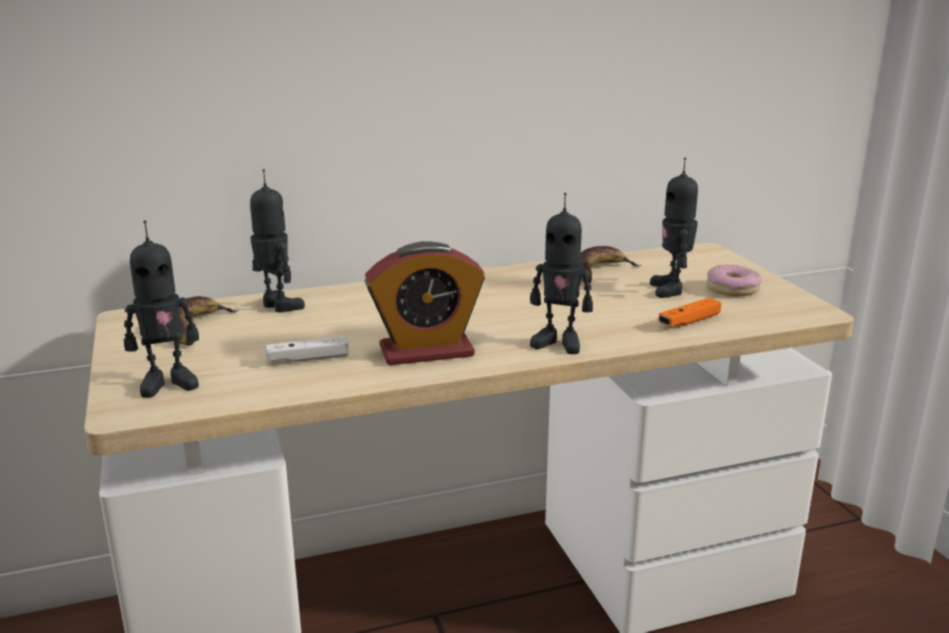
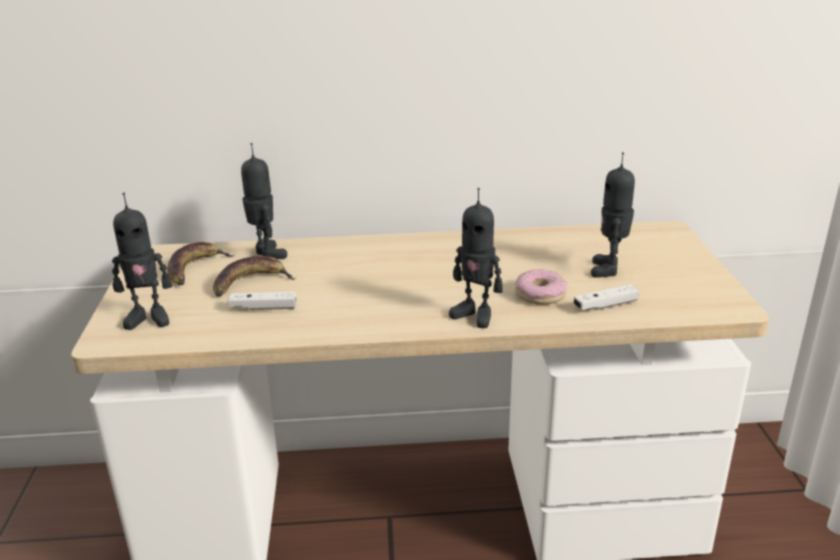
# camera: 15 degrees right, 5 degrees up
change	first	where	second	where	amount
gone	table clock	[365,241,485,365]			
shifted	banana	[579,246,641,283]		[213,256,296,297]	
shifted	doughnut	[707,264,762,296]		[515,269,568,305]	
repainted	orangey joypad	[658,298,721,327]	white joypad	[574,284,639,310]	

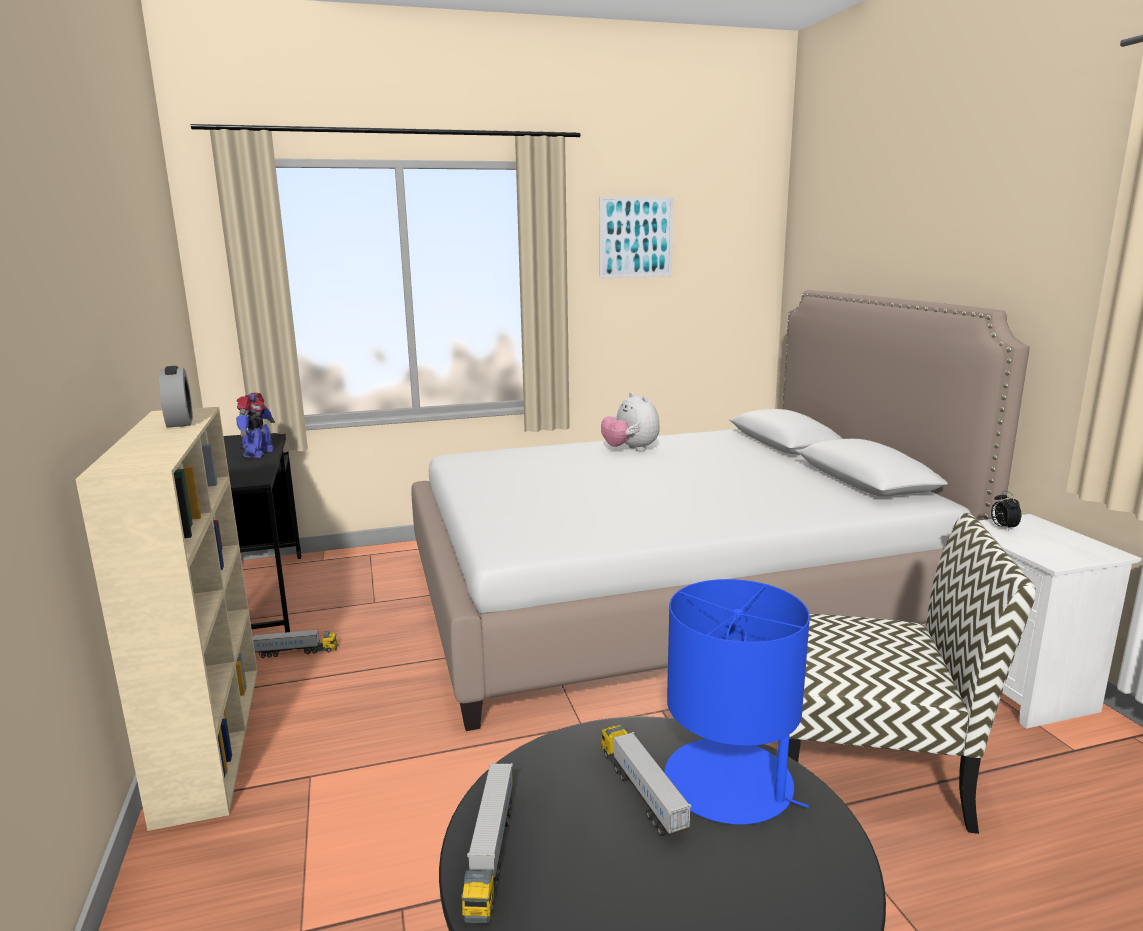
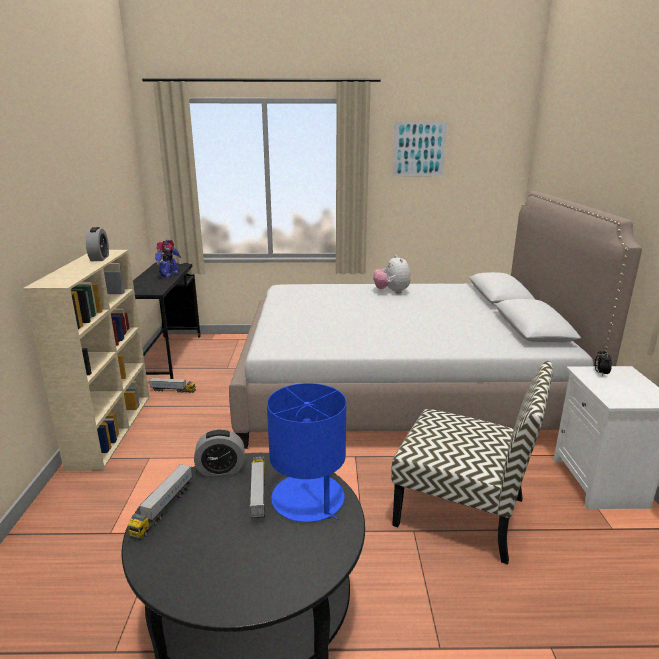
# camera: 15 degrees right, 5 degrees up
change	first	where	second	where	amount
new			table clock	[194,429,244,476]	

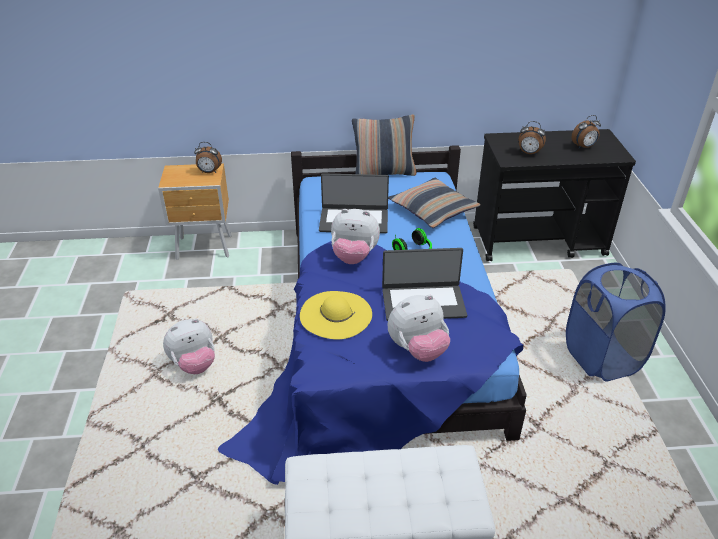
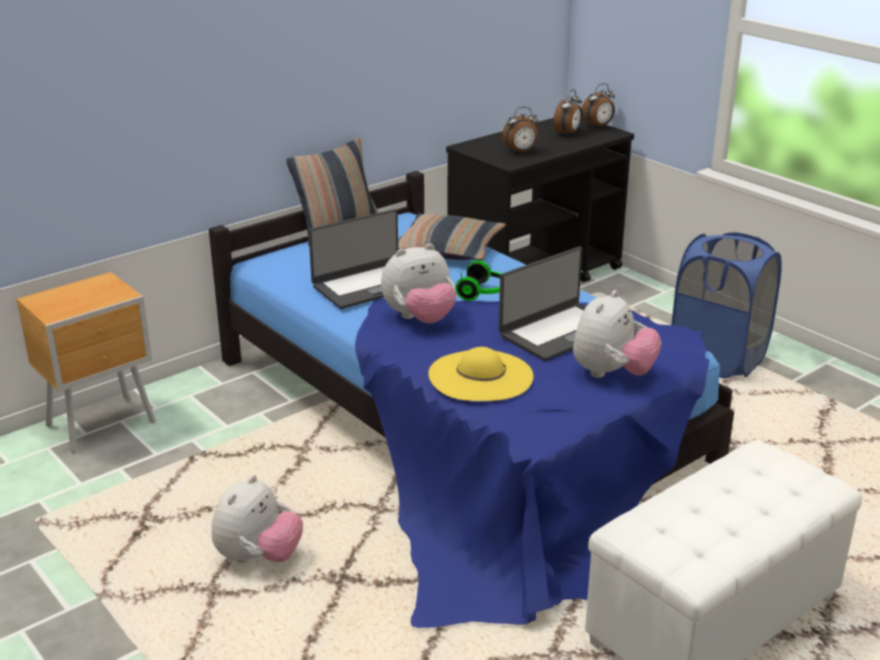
# camera: 35 degrees left, 10 degrees down
change	first	where	second	where	amount
shifted	table clock	[194,142,222,173]		[582,83,615,128]	

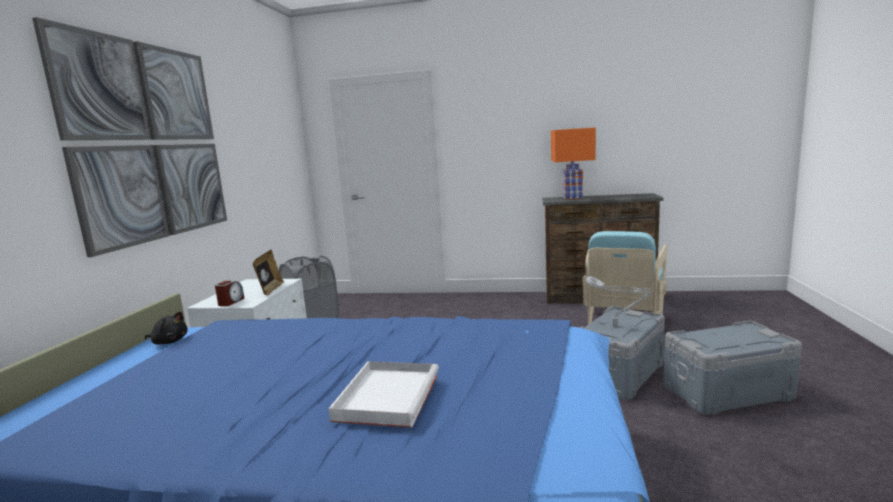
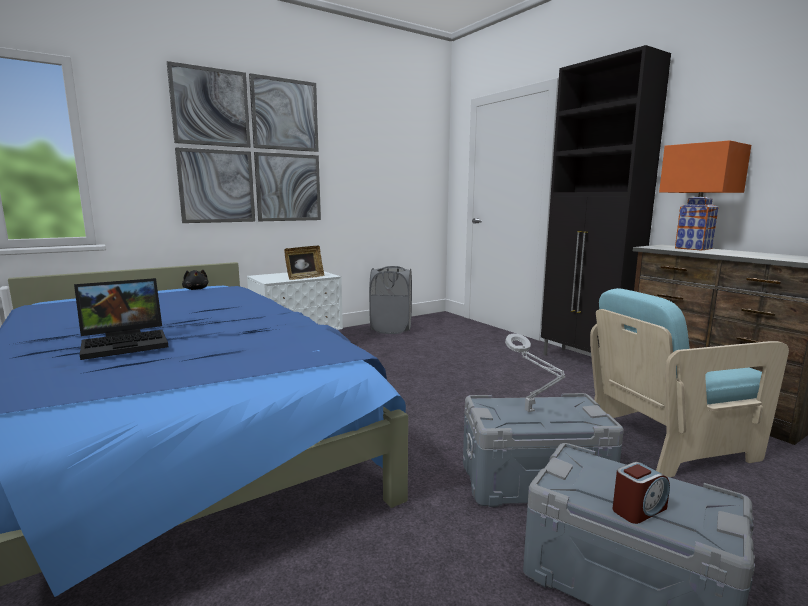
# camera: 45 degrees right, 0 degrees up
change	first	where	second	where	amount
shifted	table clock	[215,281,245,306]		[613,462,670,524]	
swapped	white serving tray	[329,361,439,427]	laptop	[74,278,168,360]	
new			black-coloured cabinet	[541,45,671,355]	

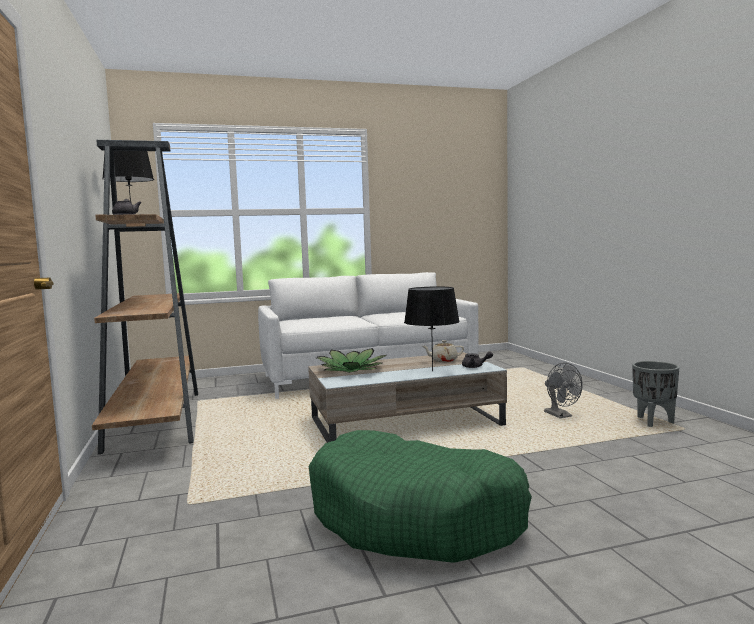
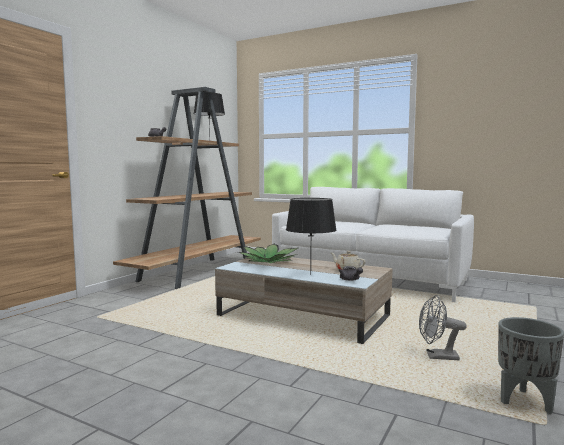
# camera: 45 degrees right, 0 degrees up
change	first	where	second	where	amount
rotated	grey fan	[544,363,582,418]		[419,295,467,360]	75 degrees clockwise
gone	green-coloured pet bed	[309,430,532,562]			

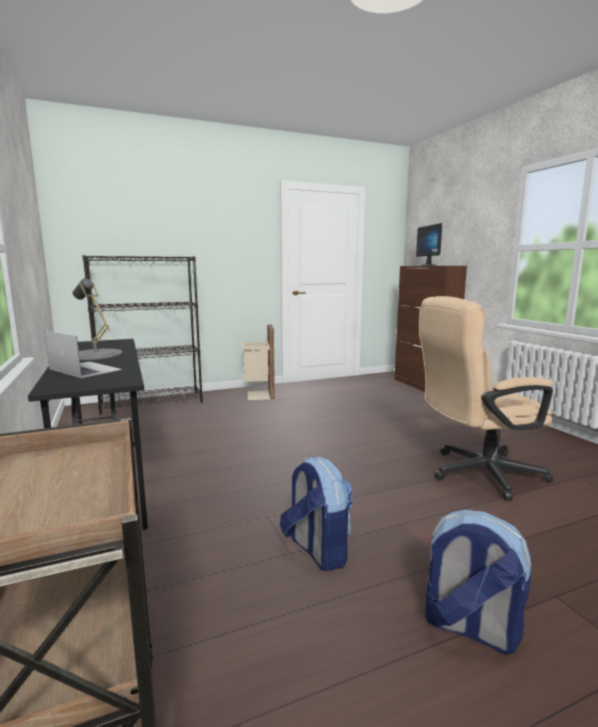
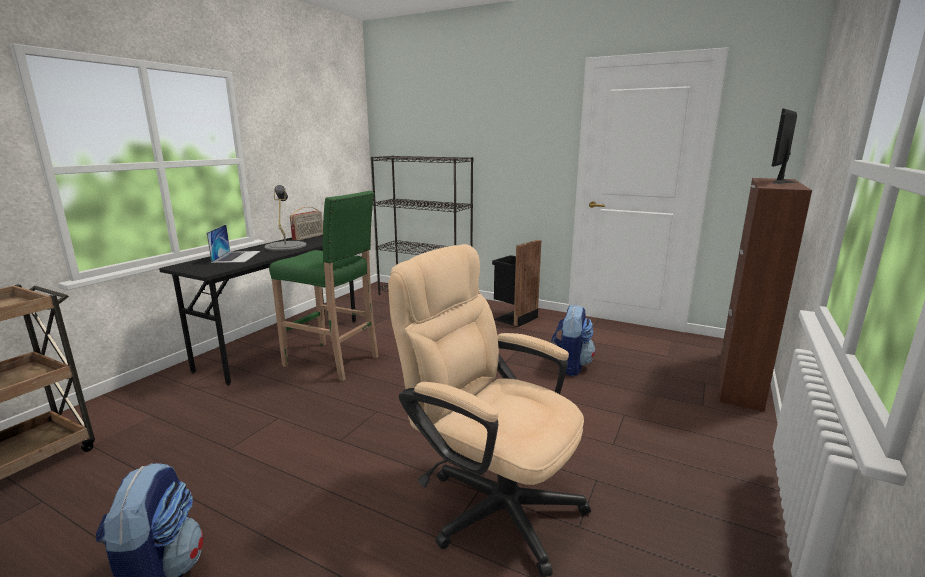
# camera: 50 degrees right, 5 degrees up
change	first	where	second	where	amount
repainted	sand-coloured waste bin	[242,324,275,400]	black-coloured waste bin	[492,240,541,327]	
shifted	knapsack	[280,456,353,571]		[551,304,595,376]	
new			green-coloured sitting stool	[269,191,379,381]	
new			radio set	[290,207,323,241]	

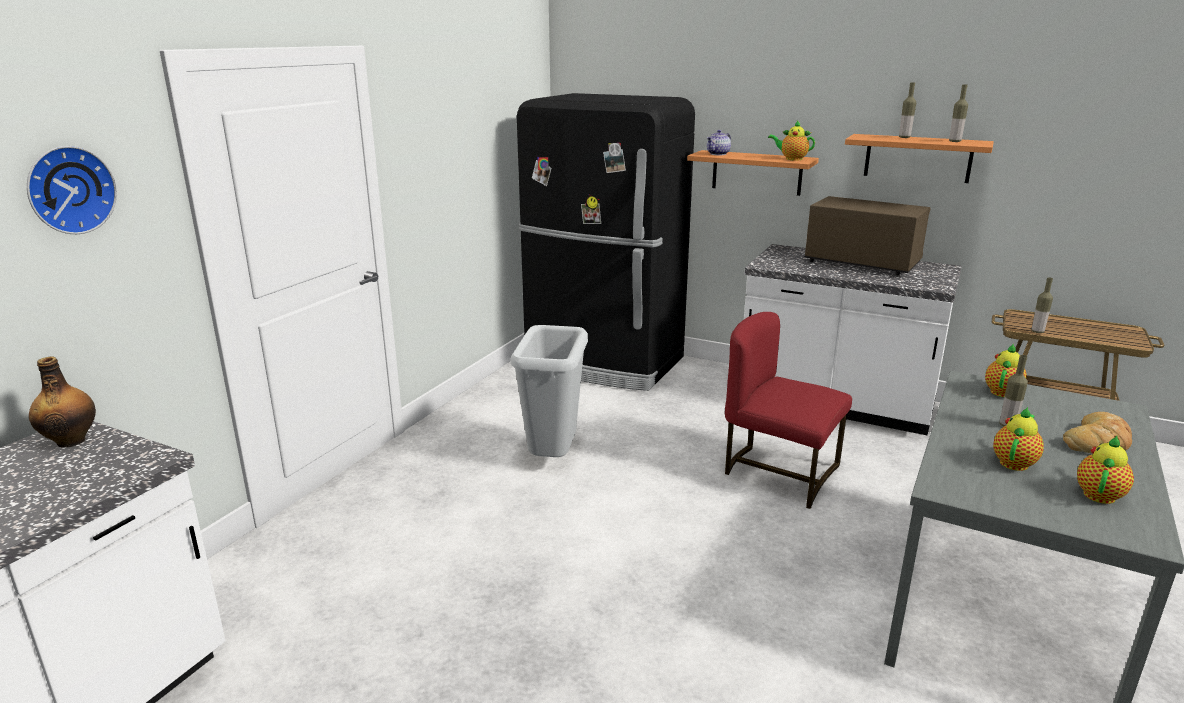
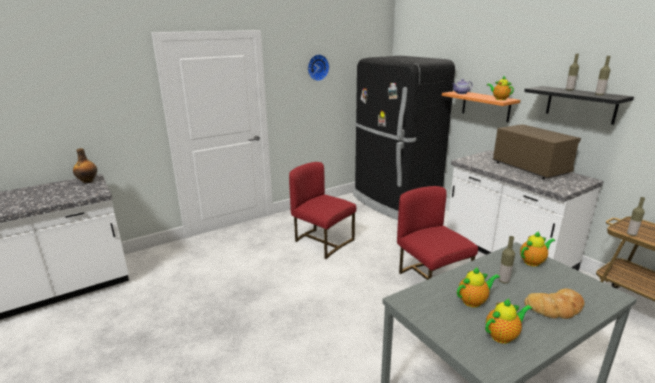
# camera: 30 degrees right, 0 degrees up
change	first	where	second	where	amount
repainted	orangey shelf	[845,134,994,183]	black-coloured shelf	[524,86,634,125]	
shifted	hanging clock	[27,146,117,234]		[308,54,329,81]	
swapped	grey waste bin	[511,325,588,457]	red plain chair	[289,162,356,259]	

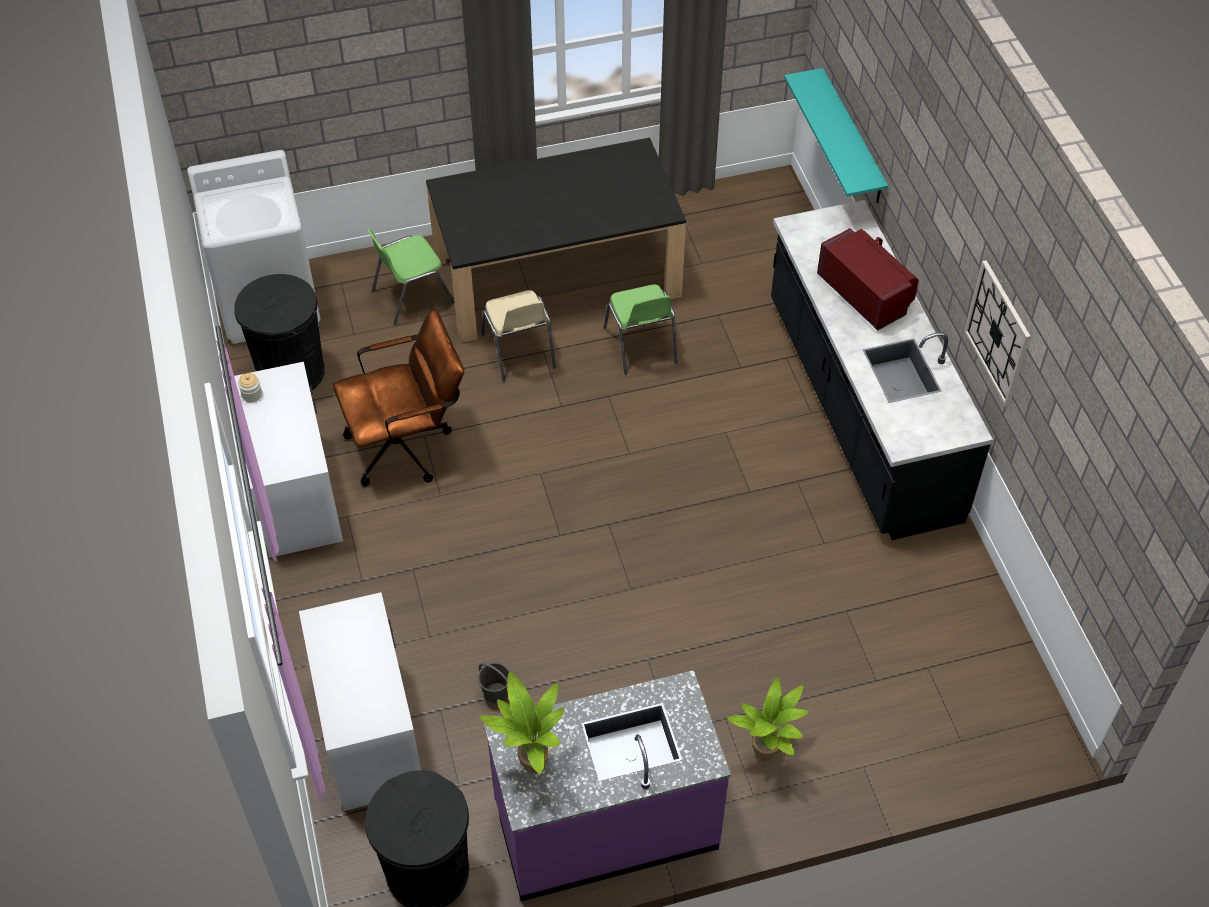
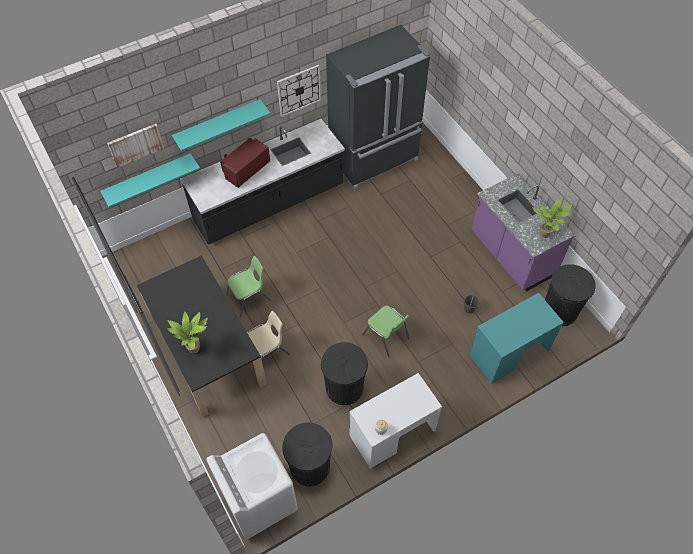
# camera: 105 degrees left, 5 degrees up
change	first	where	second	where	amount
shifted	green-coloured plain chair	[367,228,454,325]		[362,305,409,357]	
swapped	brownish computer chair	[333,309,464,486]	black-coloured waste bin	[321,342,368,405]	
repainted	white desk table	[299,592,421,811]	turquoise-coloured desk table	[469,293,564,384]	
shifted	plant in a pot	[727,677,809,761]		[167,312,208,353]	
new			black-coloured refrigerator	[326,25,430,189]	
new			turquoise-coloured shelf	[172,99,271,151]	
new			picture	[107,124,164,168]	

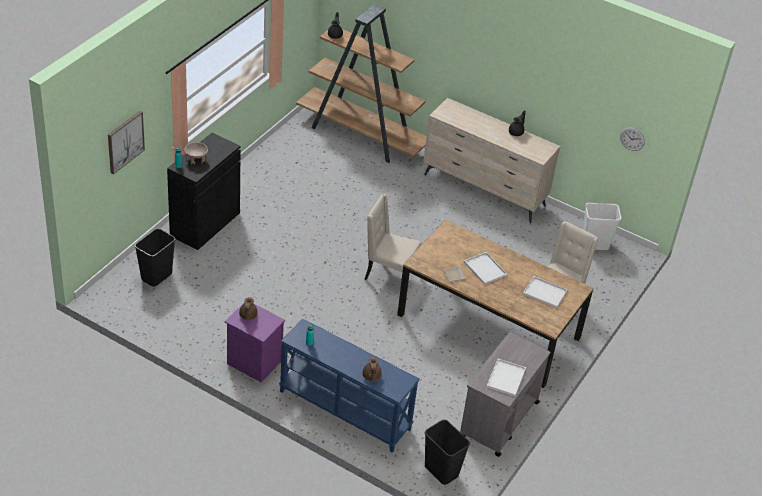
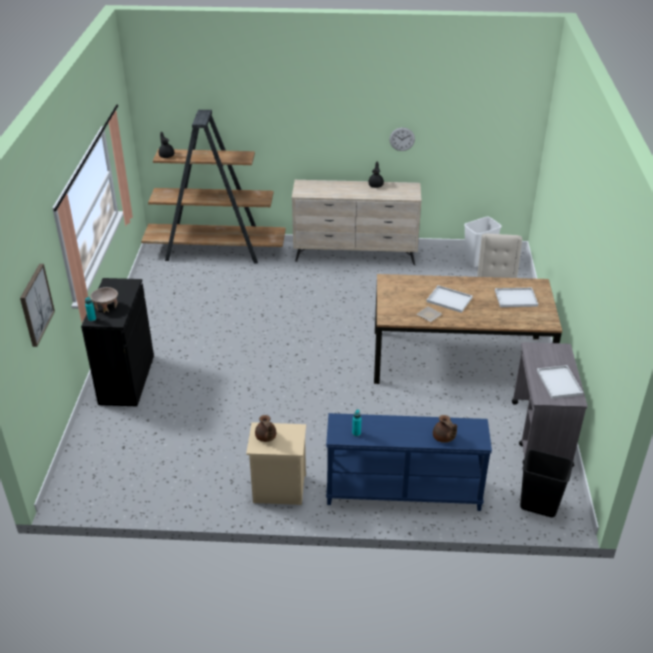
# camera: 25 degrees left, 5 degrees down
change	first	where	second	where	amount
shifted	hanging clock	[620,128,645,151]		[389,127,415,151]	
gone	sand-coloured plain chair	[364,194,422,280]			
gone	black-coloured waste bin	[135,228,176,287]			
repainted	purple-coloured night table	[225,302,285,382]	sand-coloured night table	[246,422,306,505]	

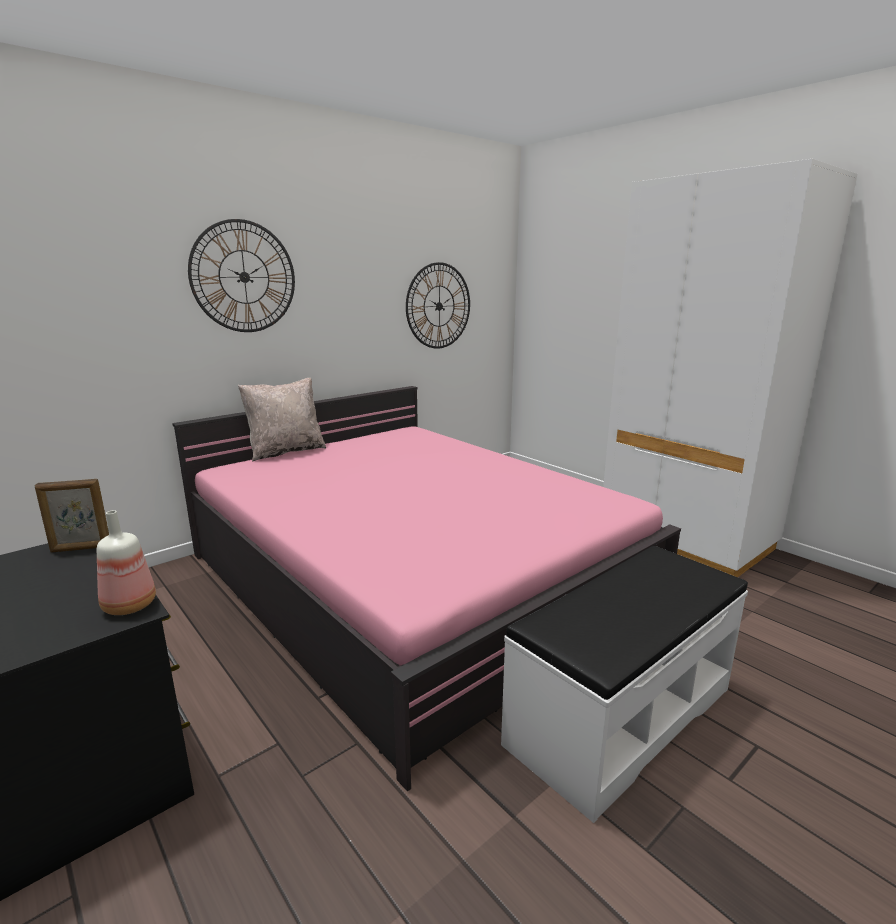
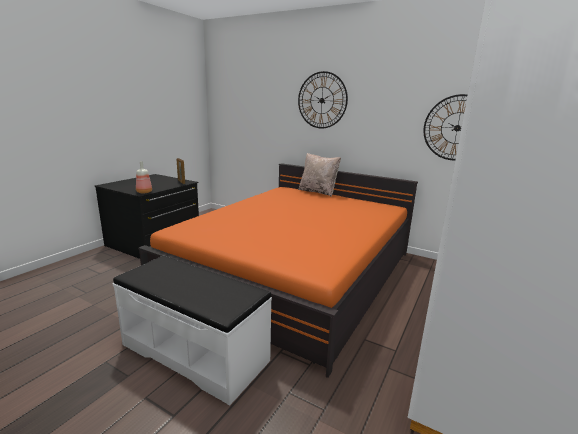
# camera: 70 degrees right, 0 degrees up
change	first	where	second	where	amount
repainted	pink sleeping bed	[172,386,681,792]	orangey sleeping bed	[138,163,418,378]	

